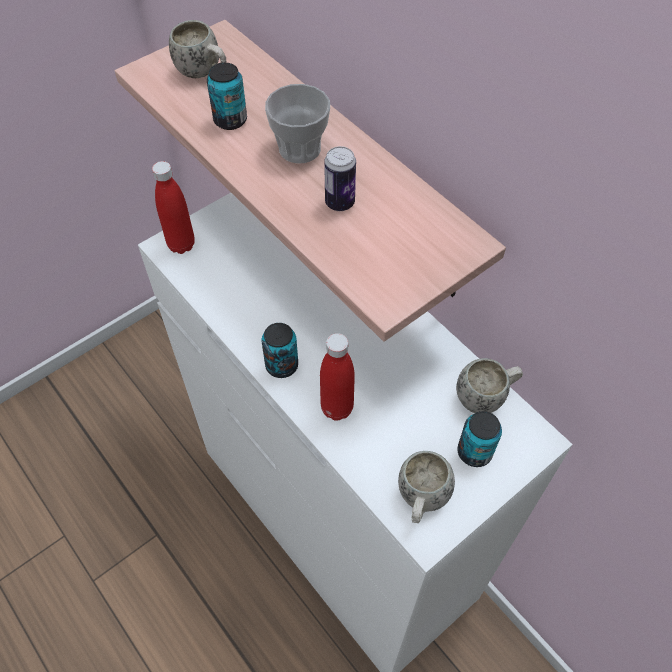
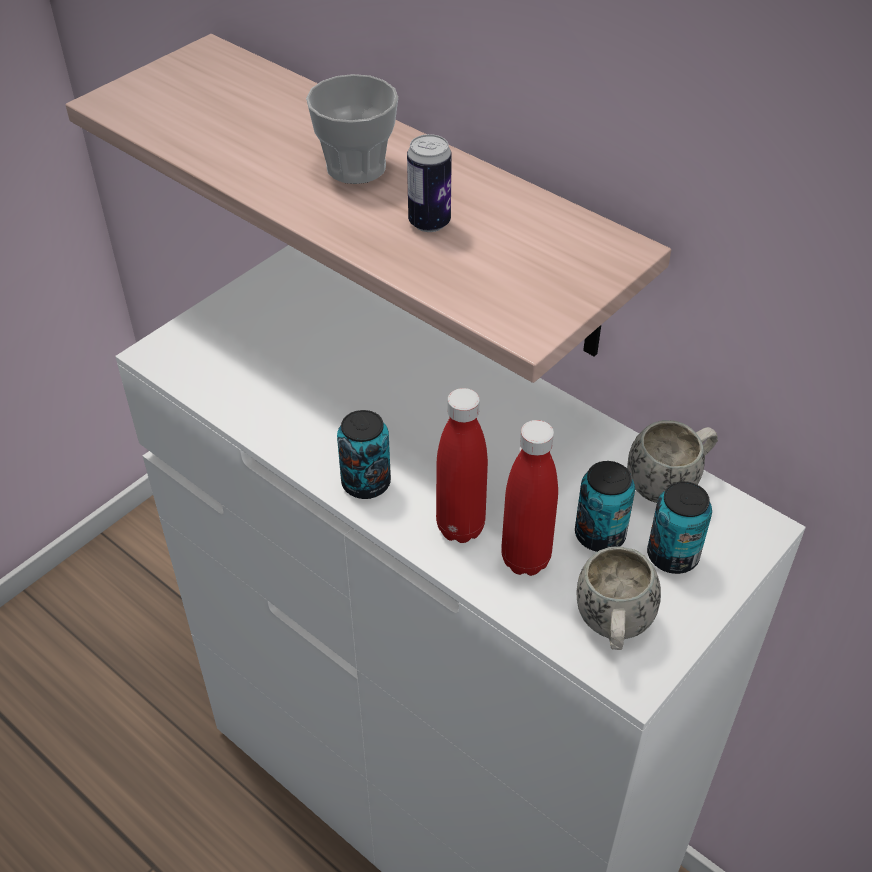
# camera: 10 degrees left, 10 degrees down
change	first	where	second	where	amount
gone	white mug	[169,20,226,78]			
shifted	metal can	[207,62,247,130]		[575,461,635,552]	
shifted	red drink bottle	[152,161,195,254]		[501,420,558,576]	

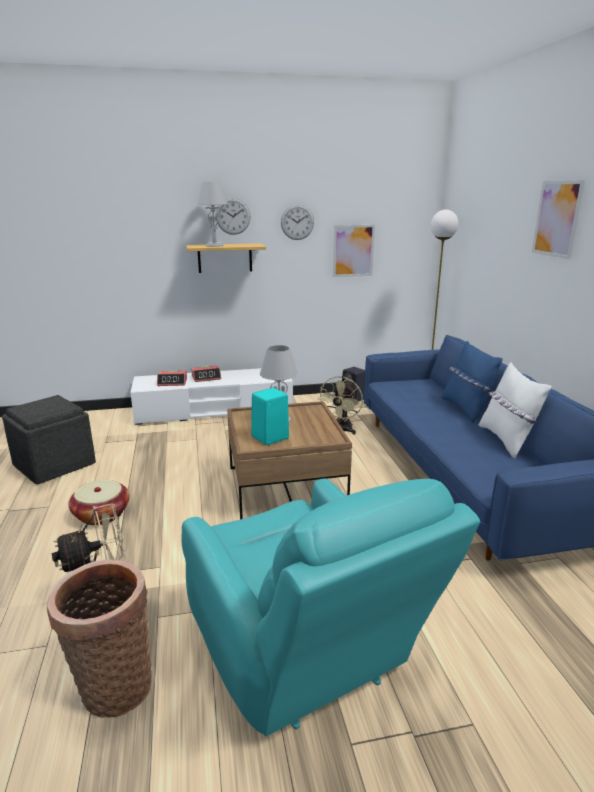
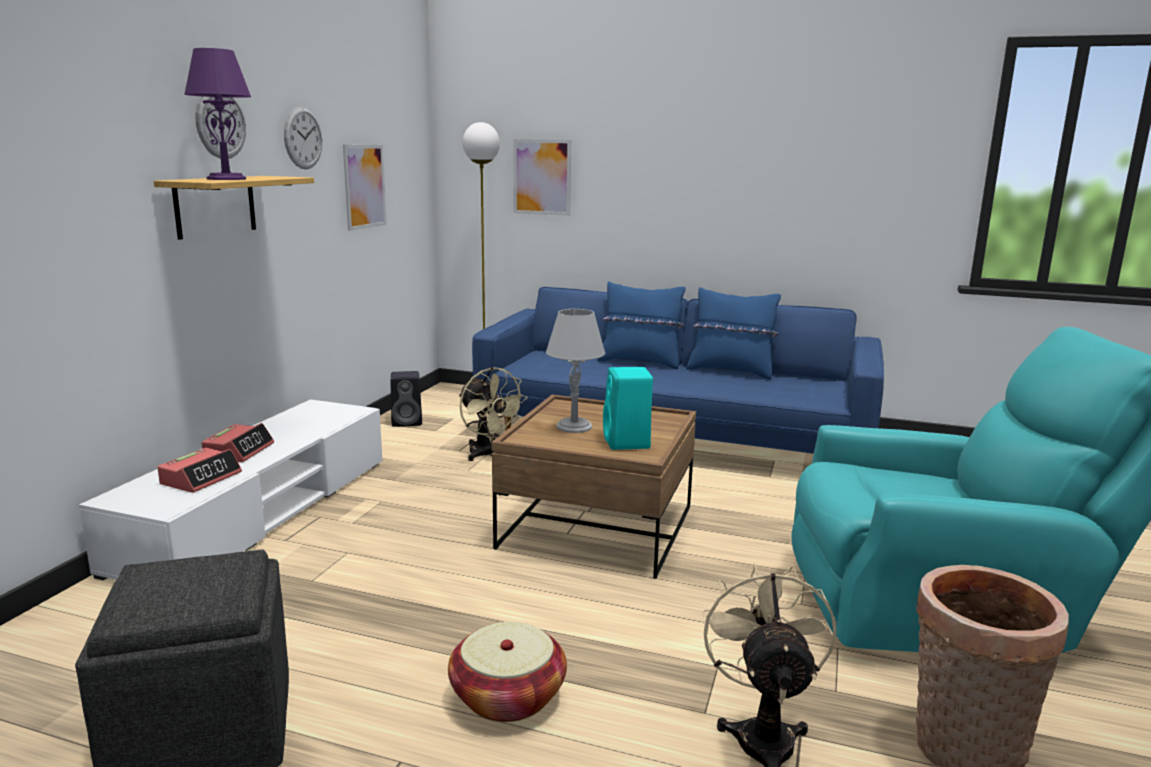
# camera: 60 degrees left, 5 degrees down
change	first	where	second	where	amount
shifted	picture	[532,180,585,259]		[513,139,571,216]	
repainted	grey tabletop lamp	[197,182,228,247]	purple-coloured tabletop lamp	[185,48,251,180]	
repainted	white throw pillow	[479,362,551,458]	bluish throw pillow	[686,287,781,380]	

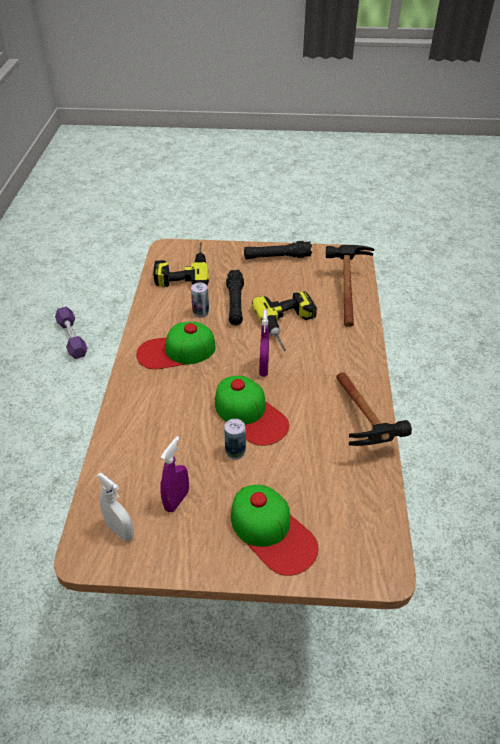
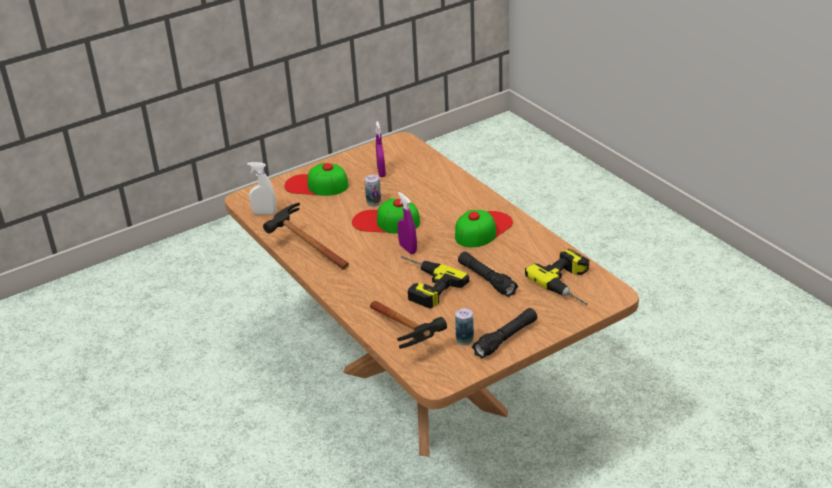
# camera: 145 degrees right, 10 degrees down
change	first	where	second	where	amount
shifted	metal can	[191,282,209,318]		[455,308,474,346]	
gone	purple-coloured free weight	[55,306,88,359]			
shifted	white hand sprayer	[97,472,134,542]		[247,162,276,215]	

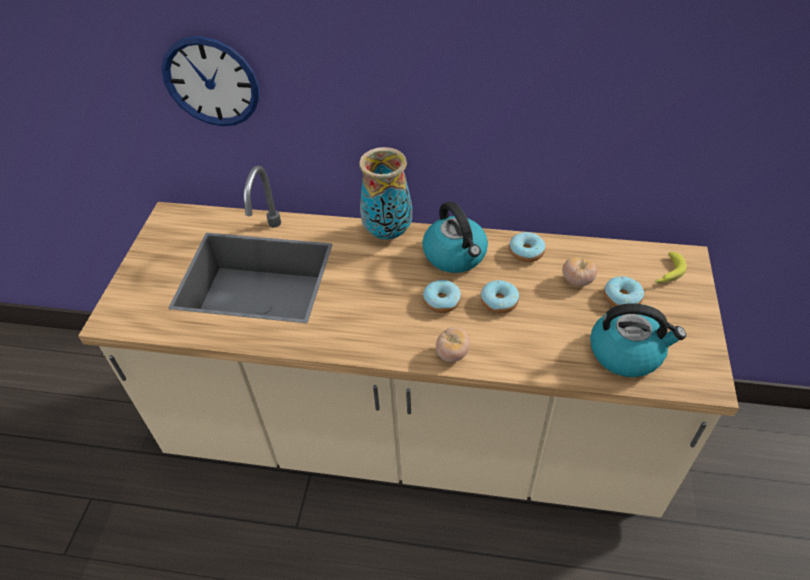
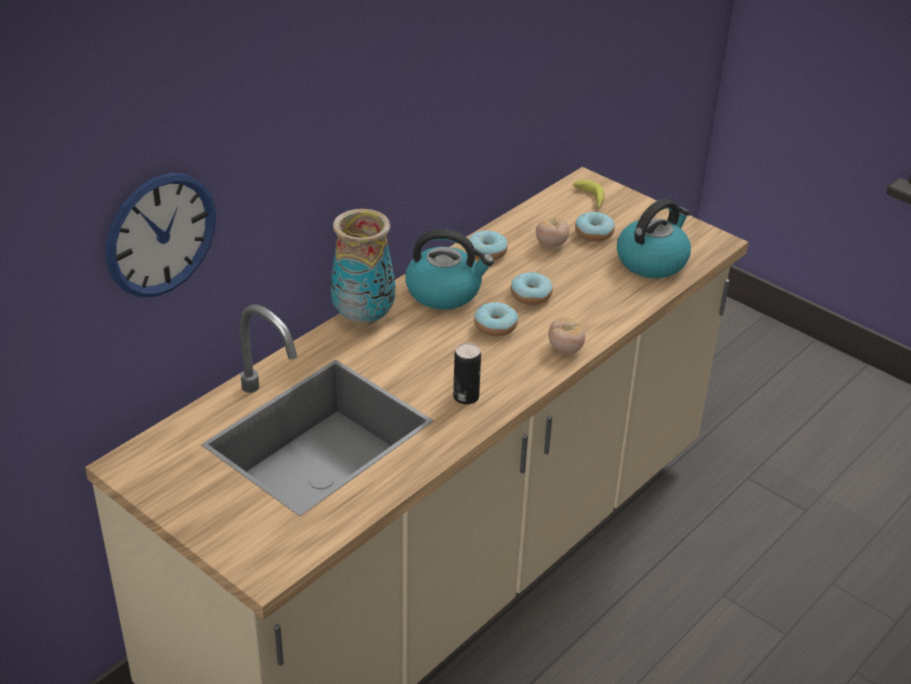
# camera: 60 degrees left, 10 degrees down
change	first	where	second	where	amount
new			metal can	[453,343,481,405]	

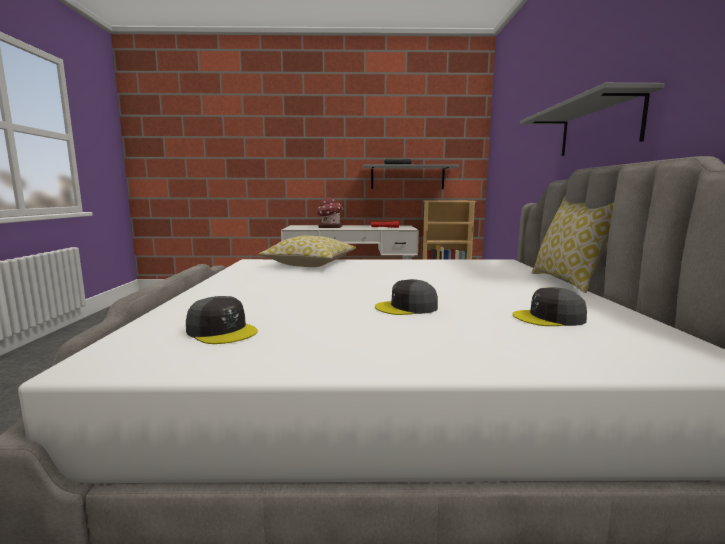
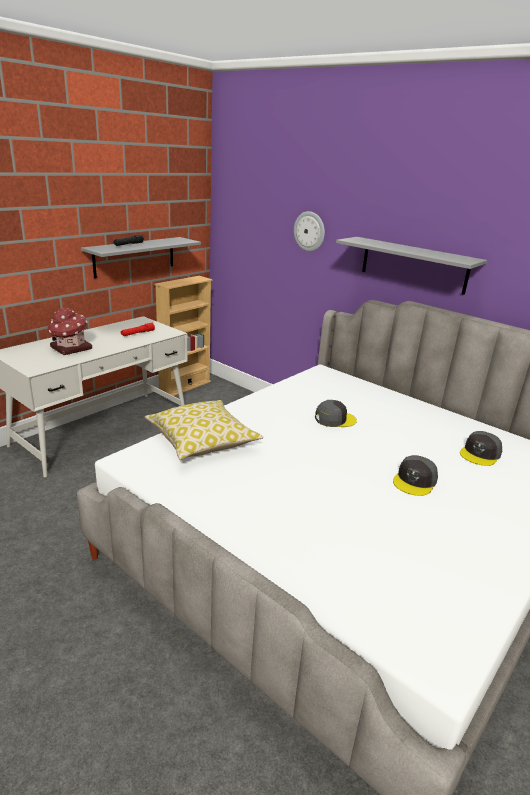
# camera: 50 degrees left, 15 degrees up
change	first	where	second	where	amount
gone	throw pillow	[532,197,614,293]			
shifted	grey baseball cap	[186,296,258,344]		[315,400,357,427]	
new			hanging clock	[294,211,325,251]	

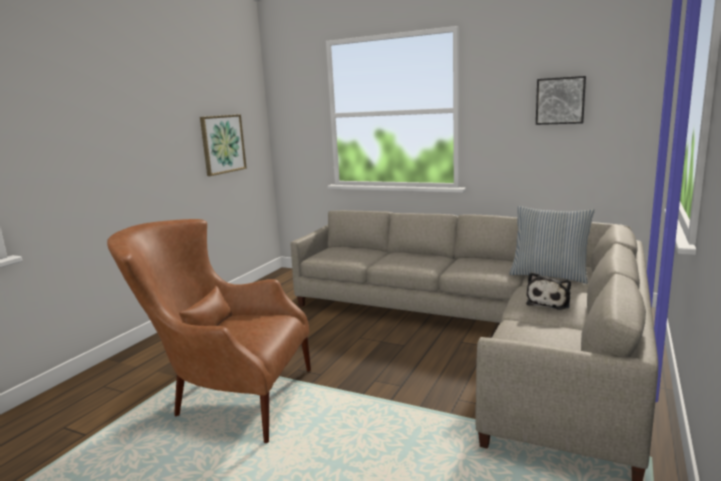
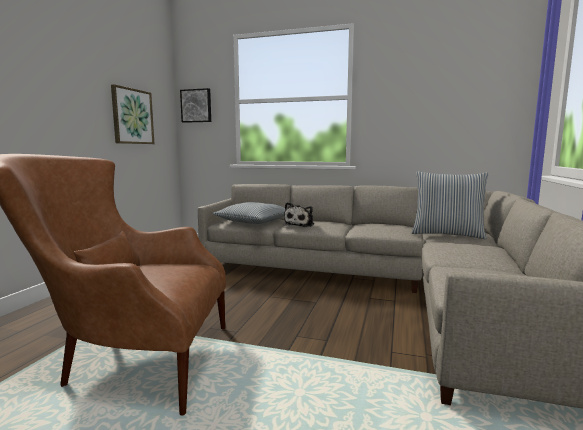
# camera: 10 degrees left, 5 degrees down
change	first	where	second	where	amount
shifted	picture	[536,76,586,125]		[180,88,211,123]	
shifted	soft toy	[526,272,571,310]		[283,202,314,227]	
new			throw pillow	[213,202,285,224]	

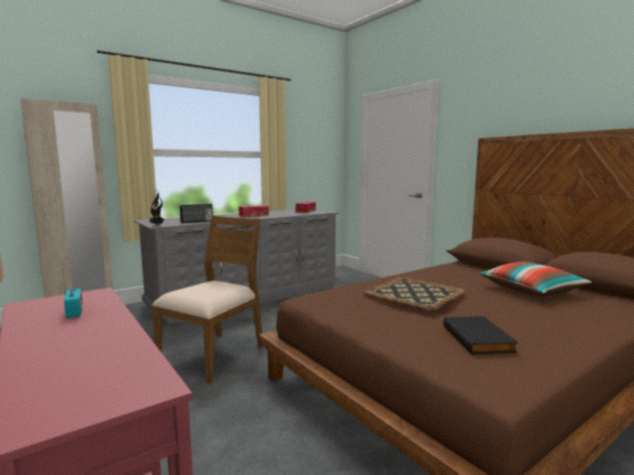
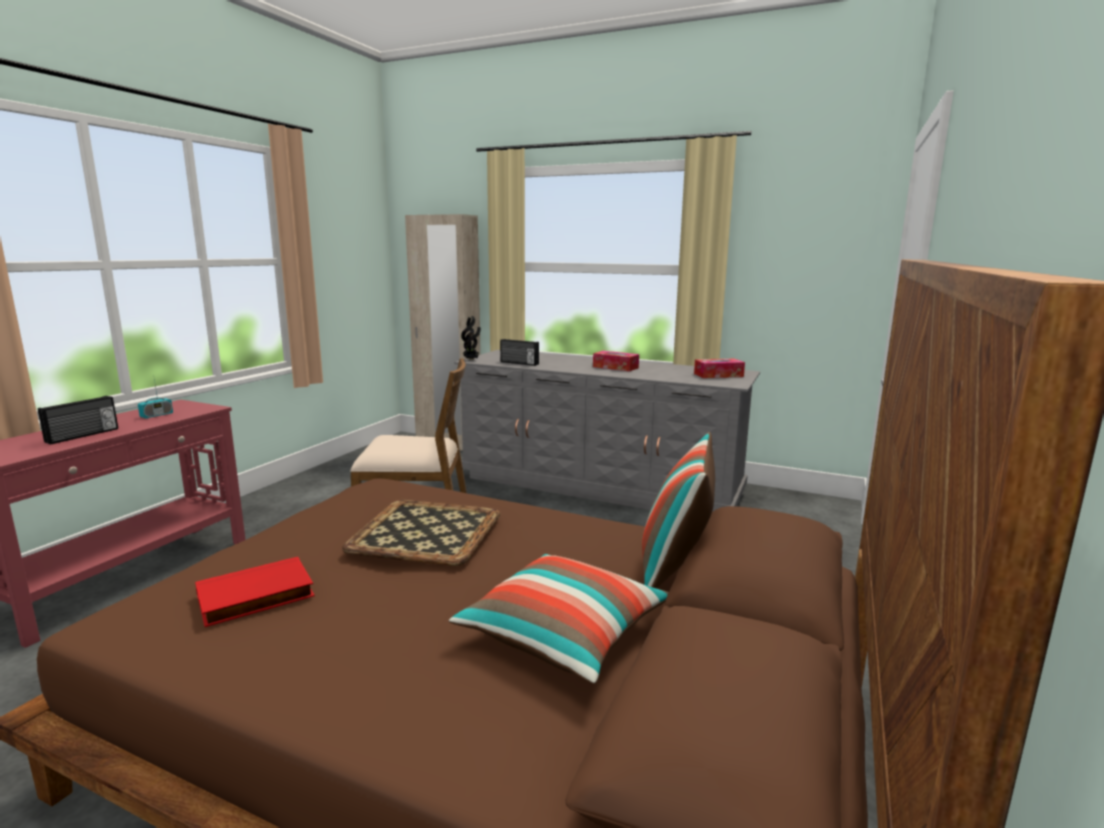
# camera: 60 degrees right, 5 degrees up
change	first	where	second	where	amount
repainted	black-coloured volume	[443,316,518,355]	red volume	[195,557,315,627]	
new			radio set	[38,396,118,444]	
new			throw pillow	[642,432,715,588]	

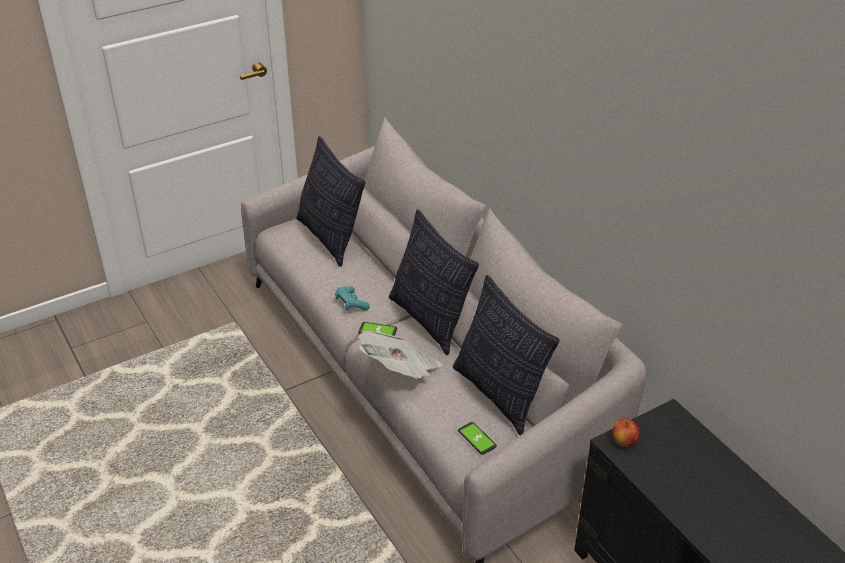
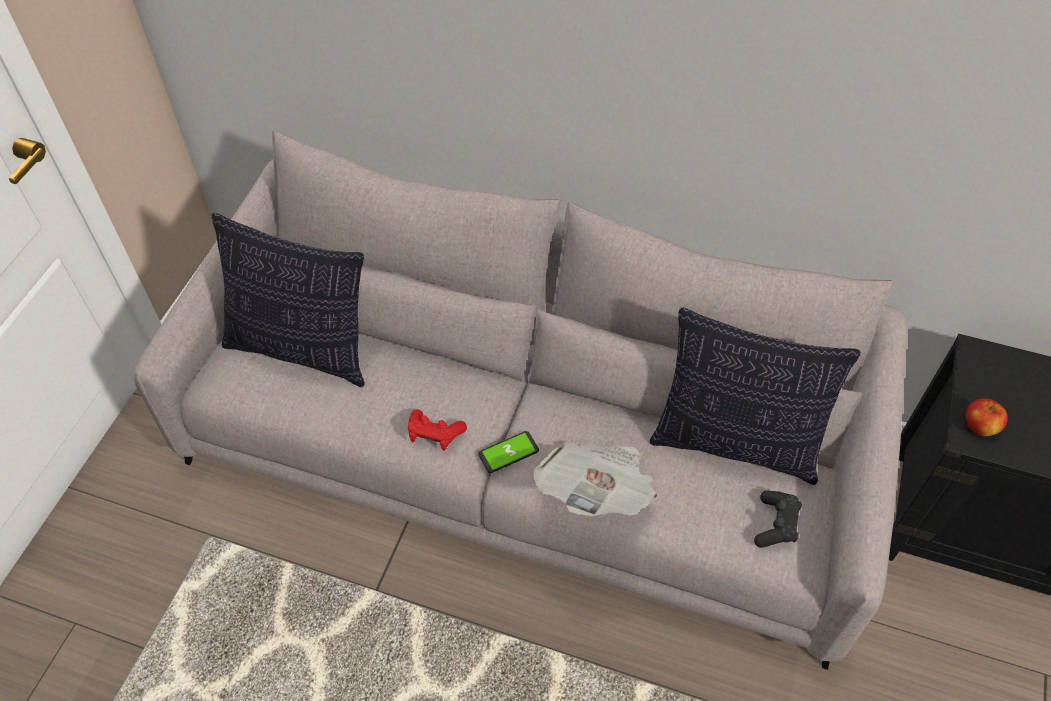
# camera: 40 degrees left, 15 degrees up
change	first	where	second	where	amount
gone	throw pillow	[389,209,479,355]			
repainted	turquoise-coloured joypad	[335,286,370,311]	red joypad	[408,409,467,451]	
swapped	handset	[458,422,497,455]	black-coloured joypad	[754,491,802,548]	

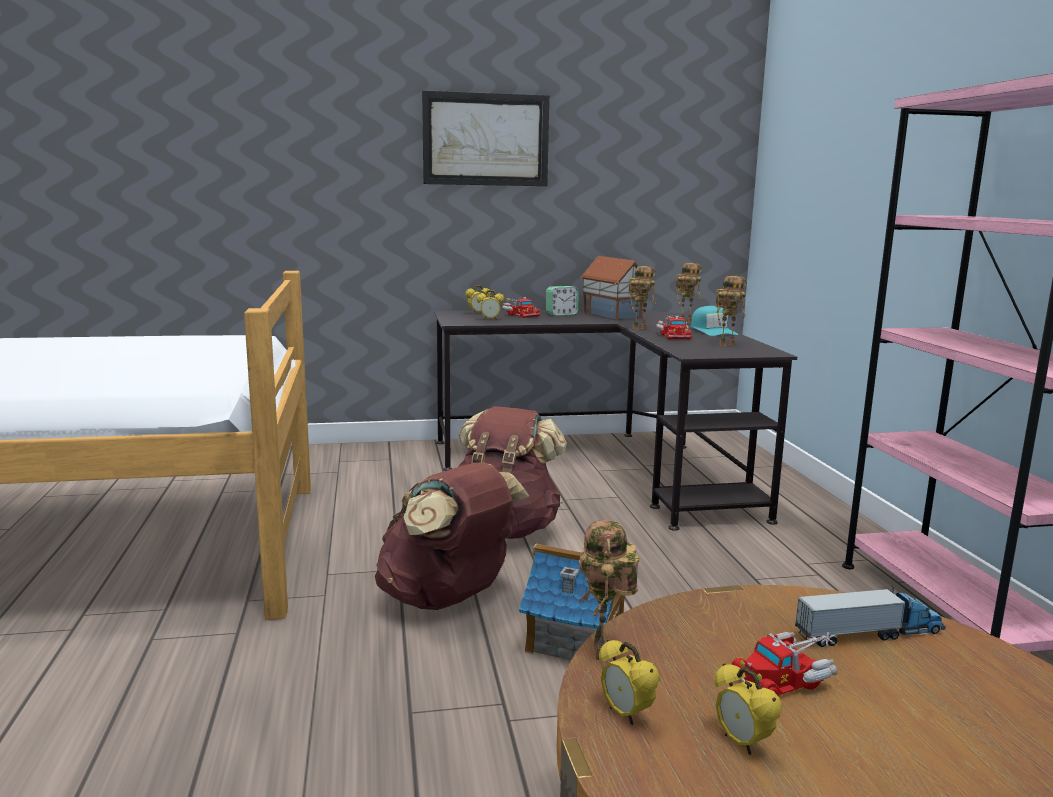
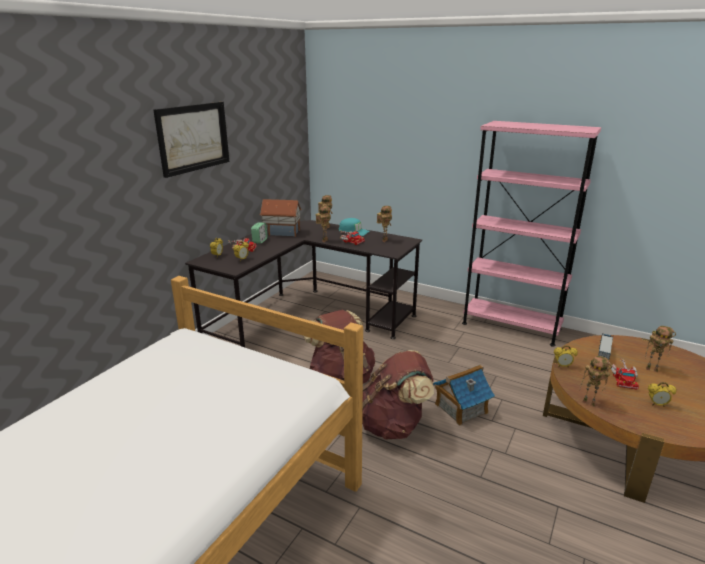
# camera: 50 degrees left, 10 degrees up
change	first	where	second	where	amount
shifted	table clock	[599,639,660,725]		[554,346,578,368]	
new			robot figure	[645,326,676,372]	

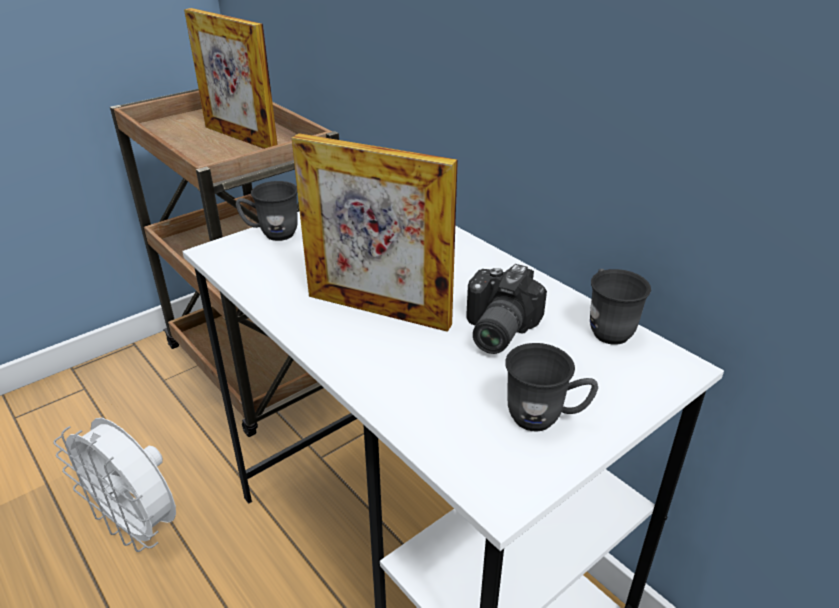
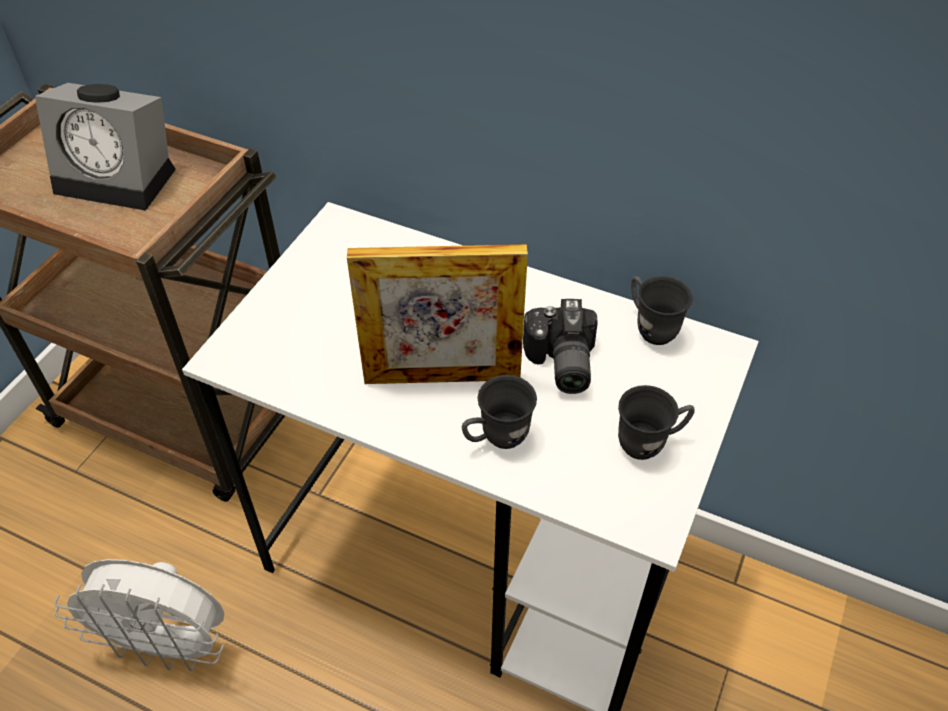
# camera: 25 degrees left, 15 degrees up
change	first	where	second	where	amount
swapped	picture frame	[184,8,278,149]	table clock	[35,83,176,211]	
shifted	grey mug	[236,181,298,241]		[462,375,537,449]	

